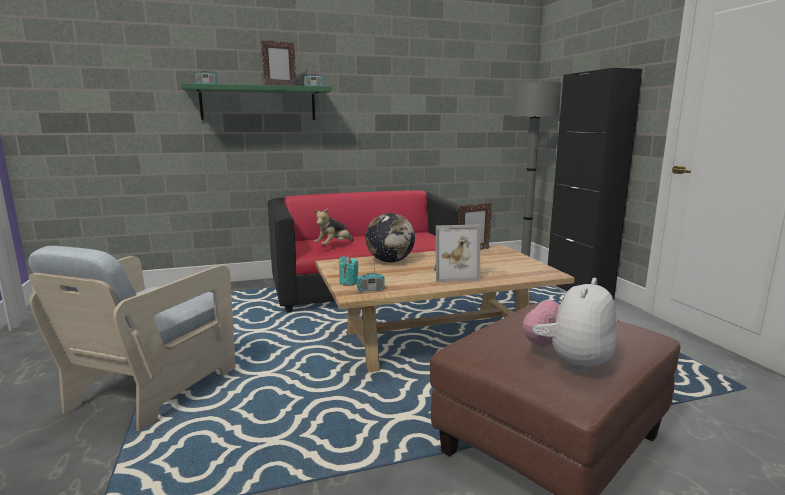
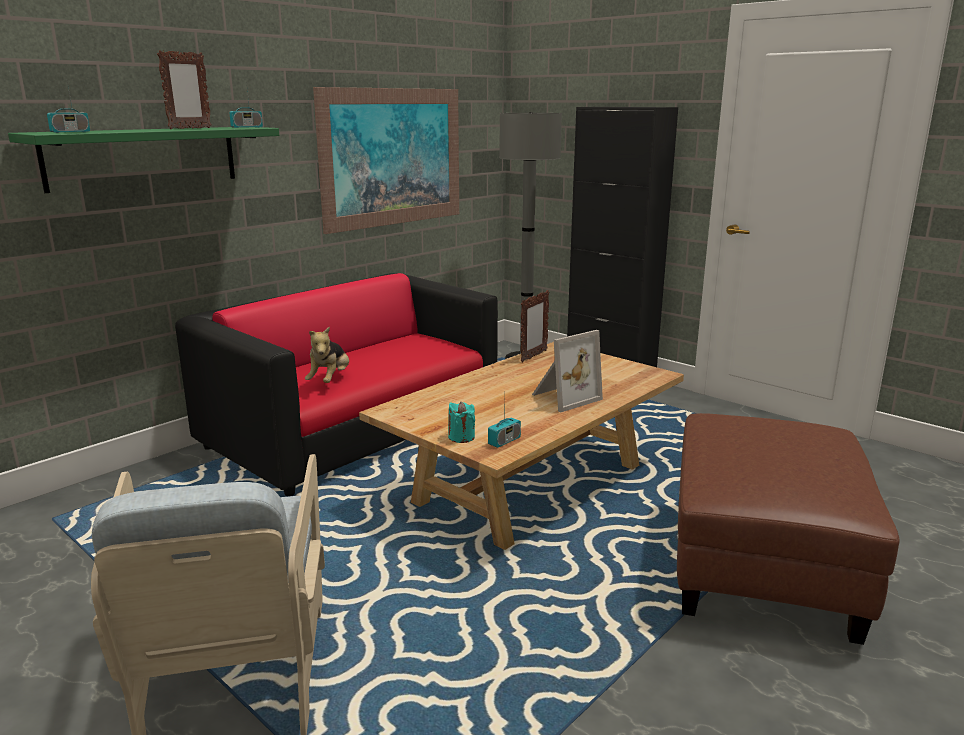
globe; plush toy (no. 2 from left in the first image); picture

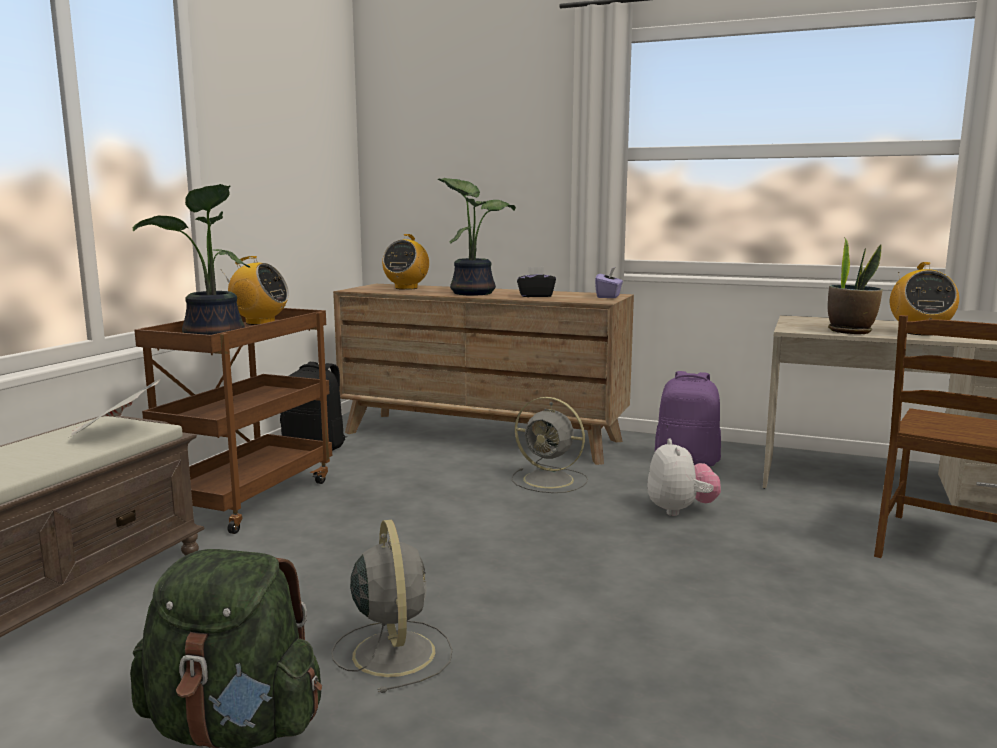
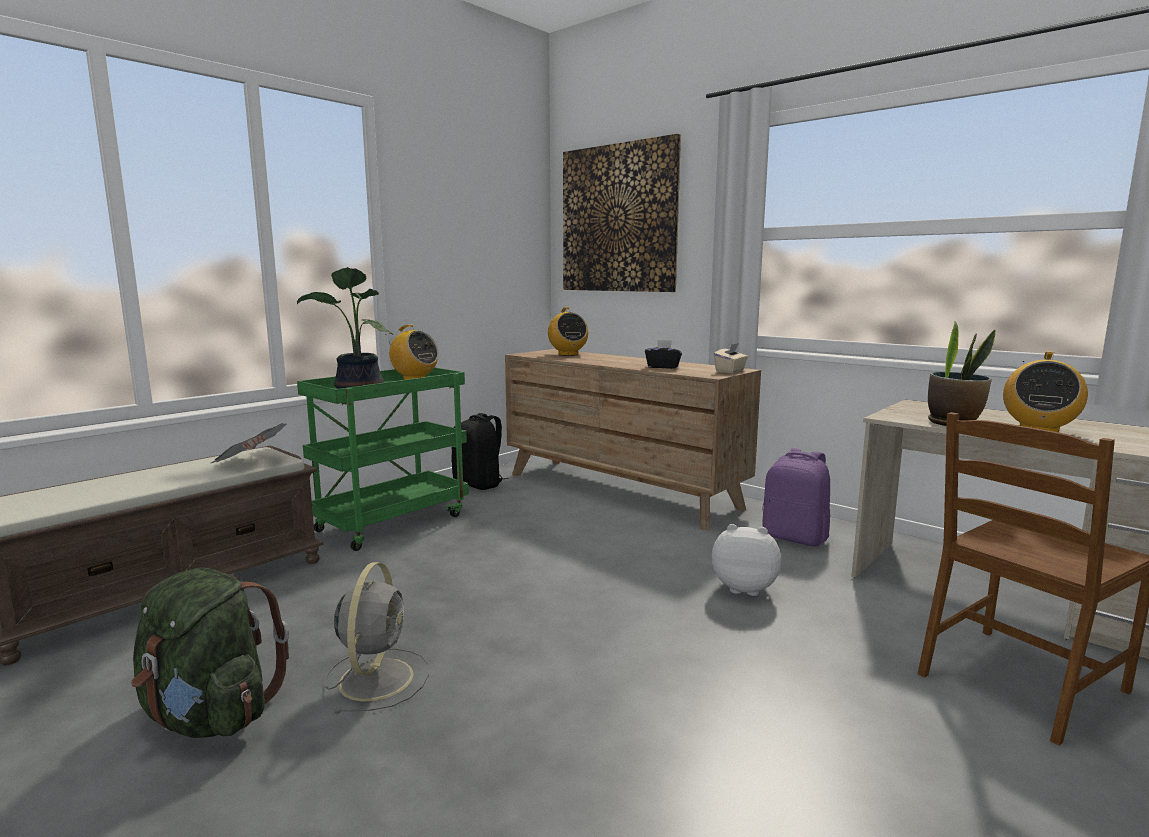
potted plant (no. 2 from left in the first image); radio (no. 2 from left); tissue box/beige; cart/green; fan/grey (no. 2 from left in the first image); plush toy; picture

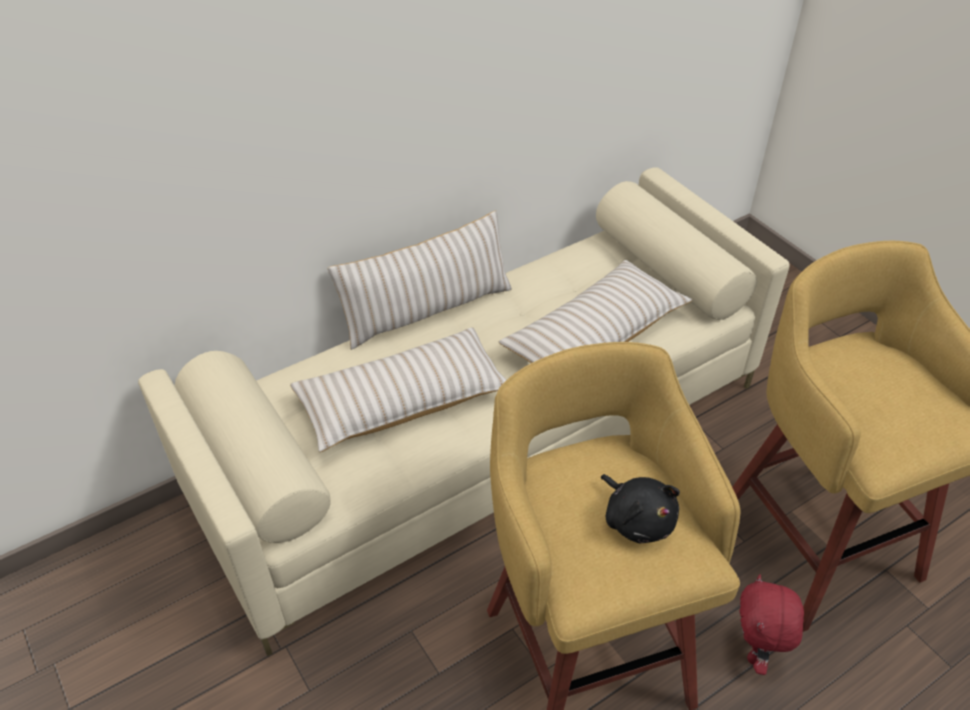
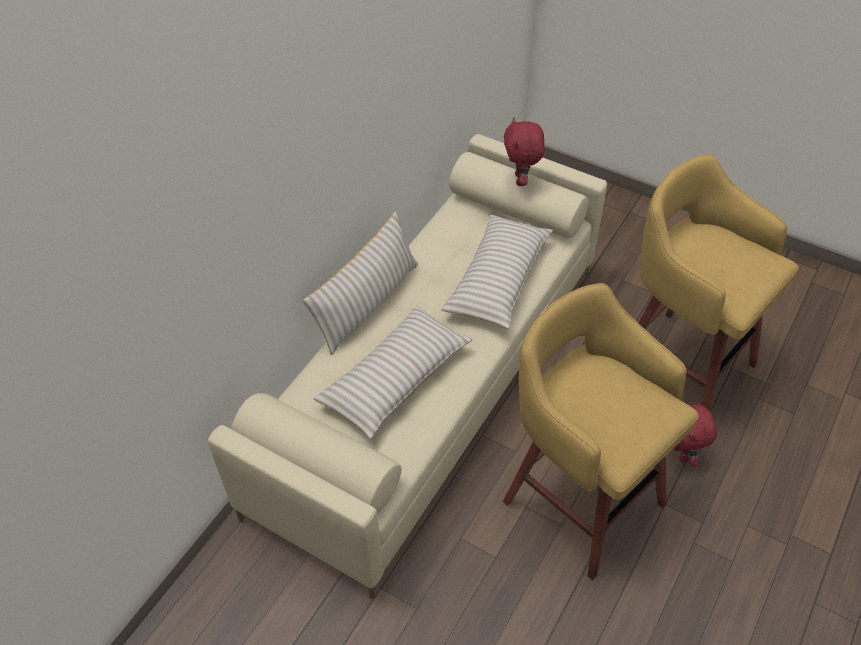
plush toy/black; plush toy/red (no. 1 from left)

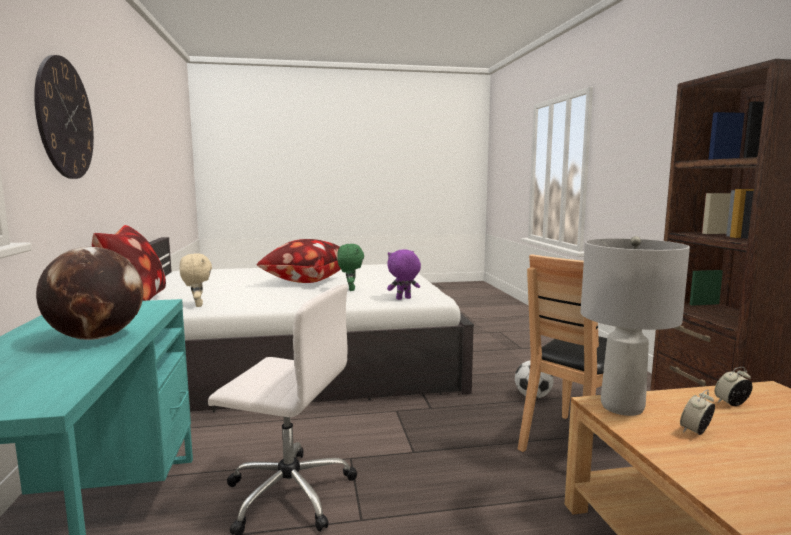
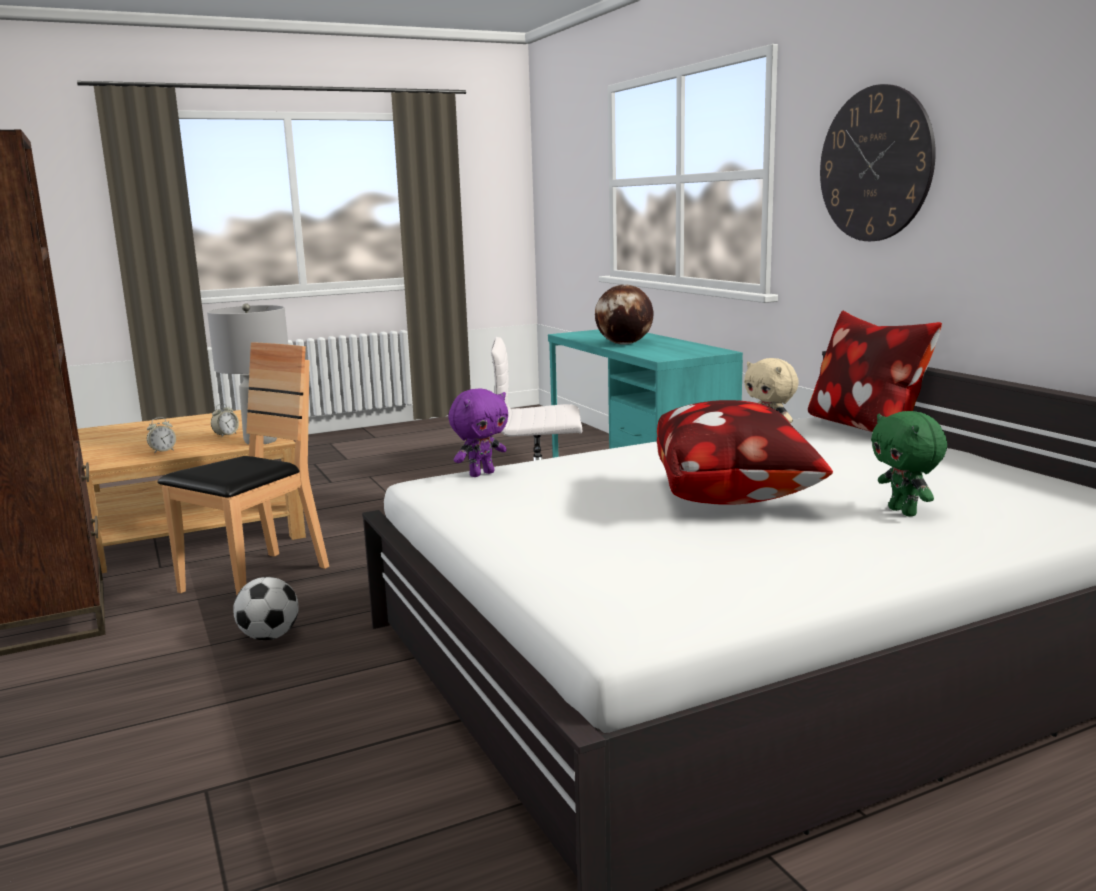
plush toy/green

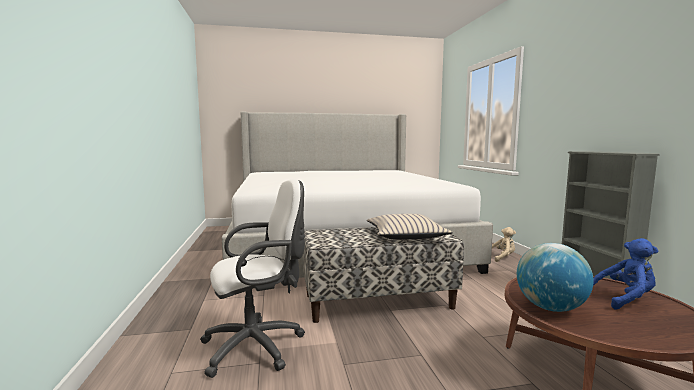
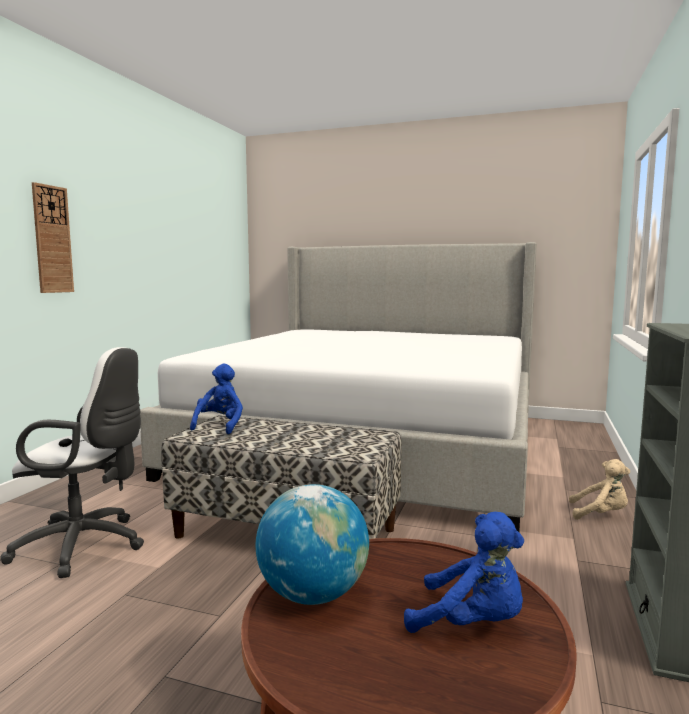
pillow/beige; wall clock; plush toy/blue (no. 1 from left)

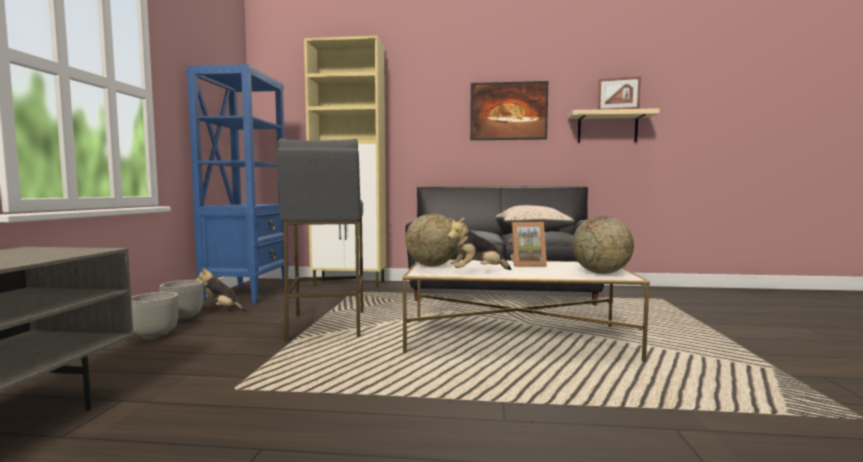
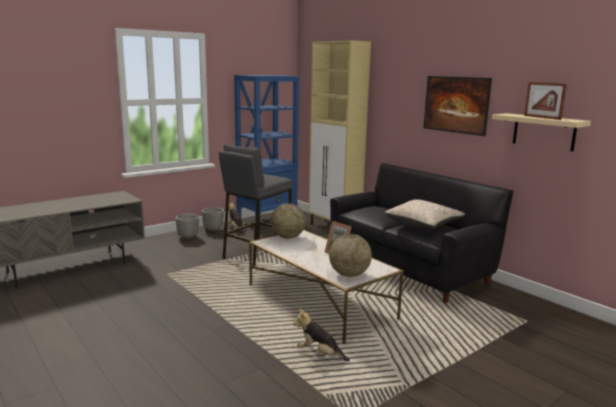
plush toy (no. 2 from left)

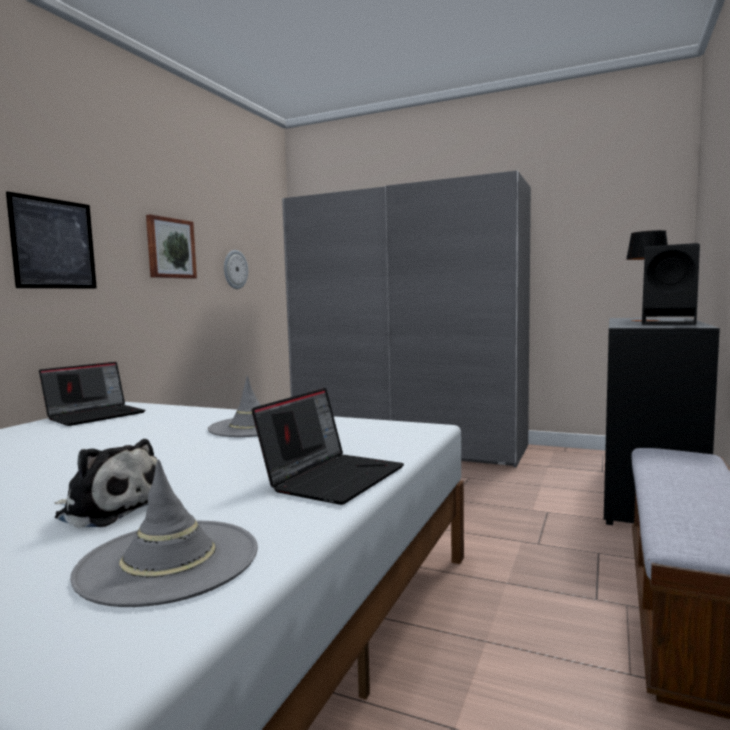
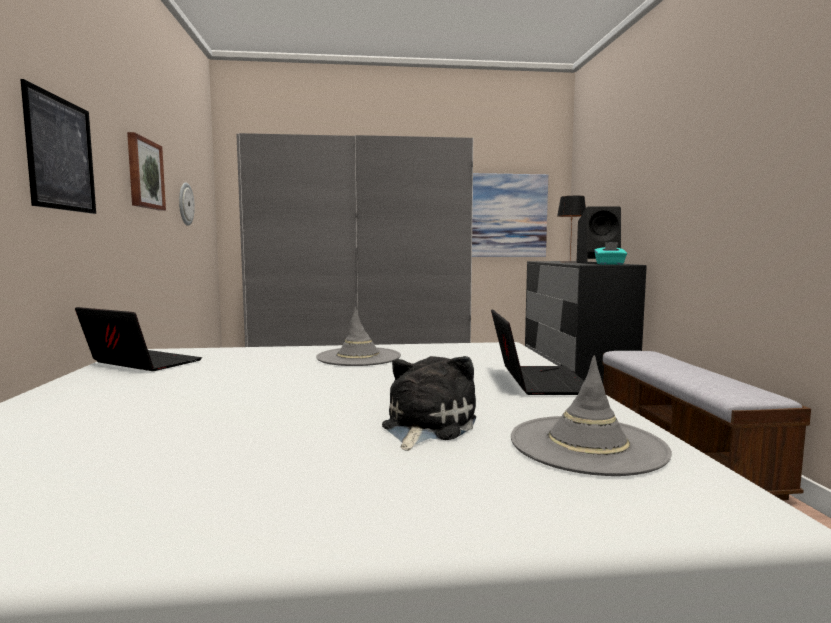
laptop (no. 1 from left); plush toy; picture (no. 3 from left); tissue box/turquoise

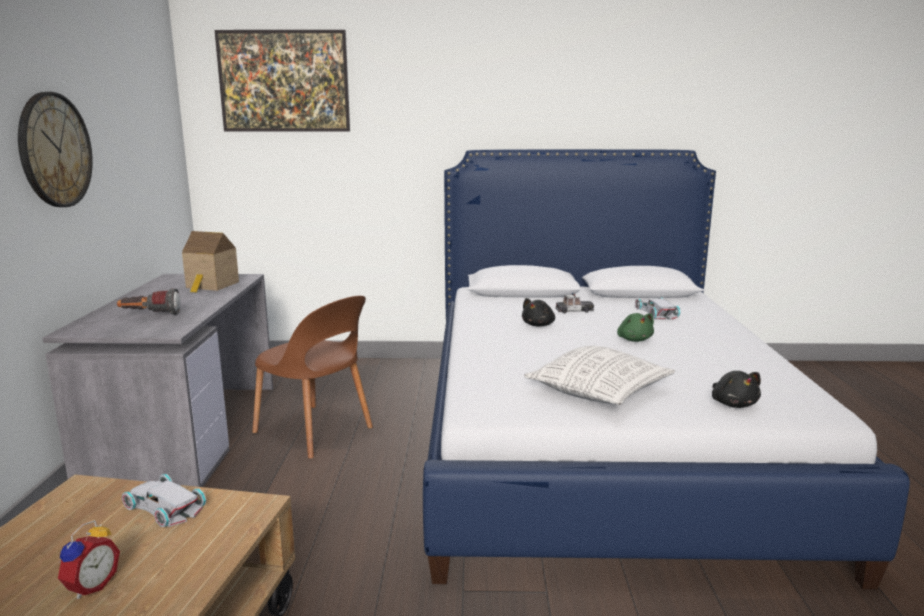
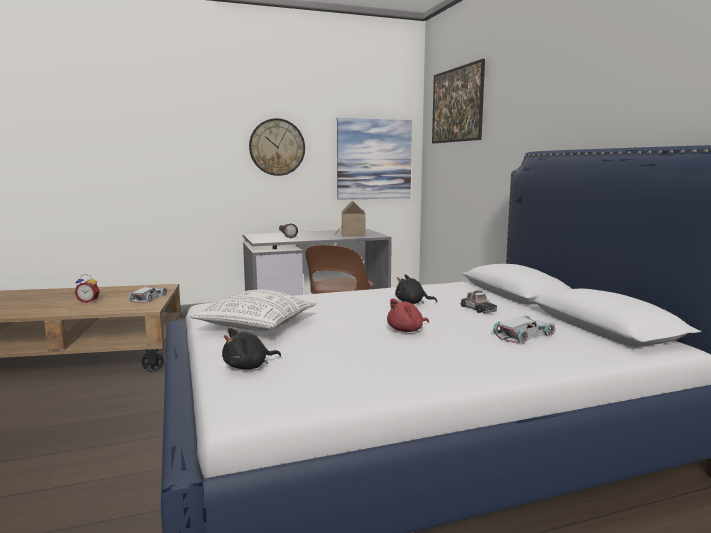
plush toy/red; picture (no. 1 from left)

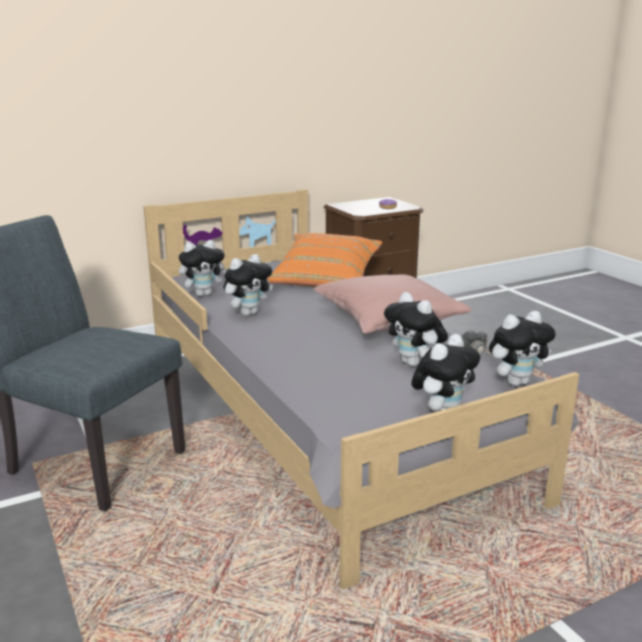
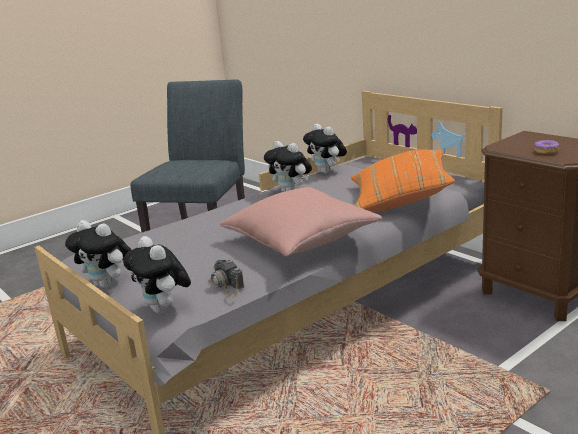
plush toy (no. 3 from left in the first image)

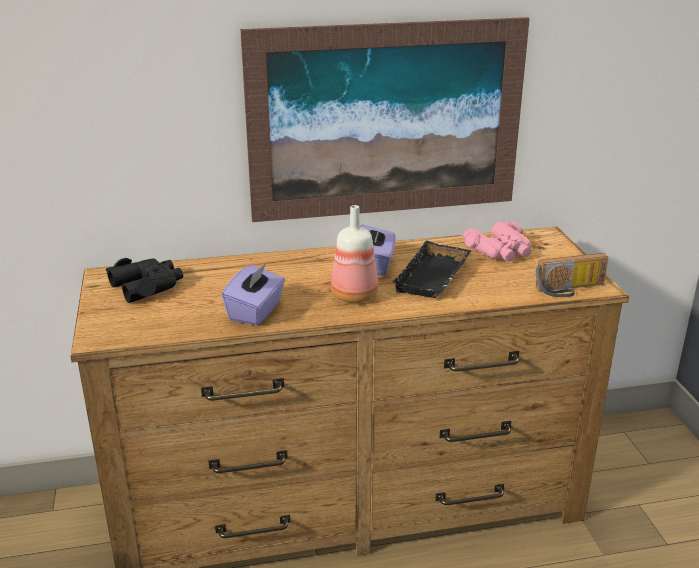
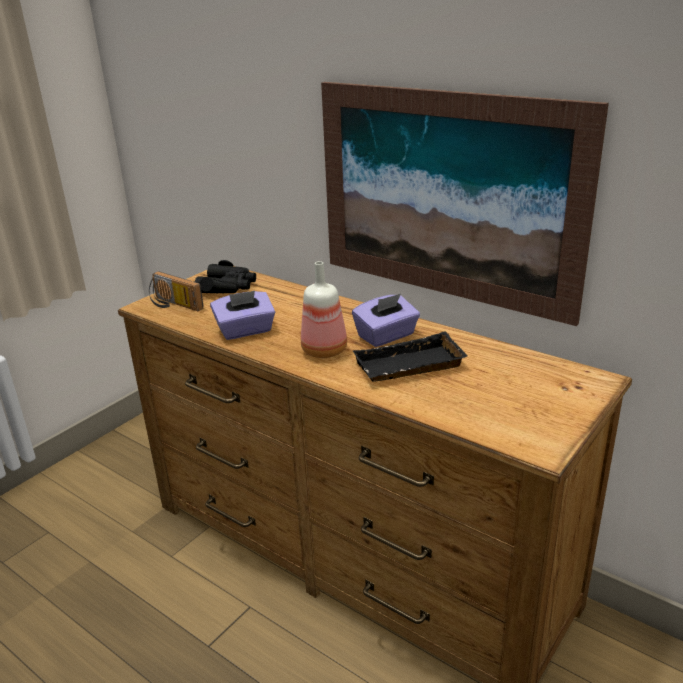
binoculars/pink; radio

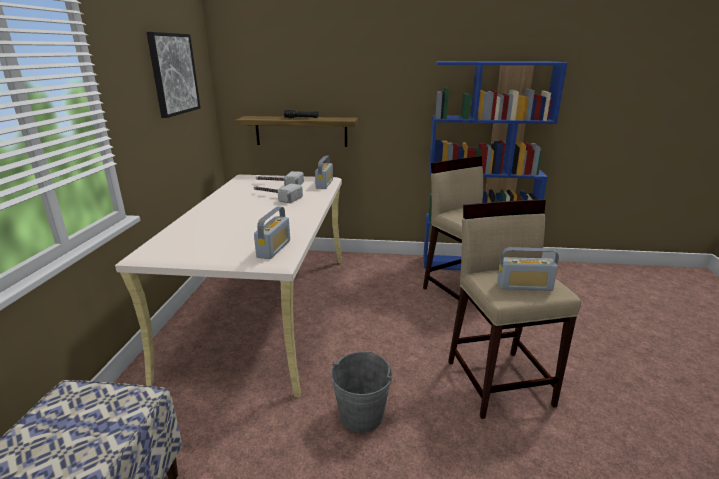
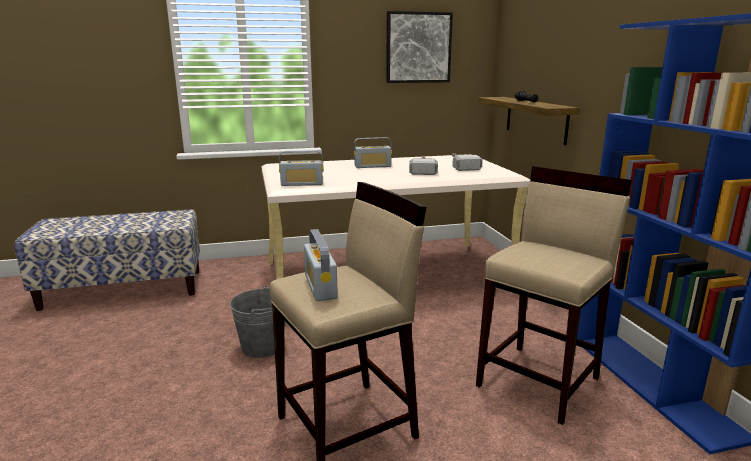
radio (no. 3 from left)

